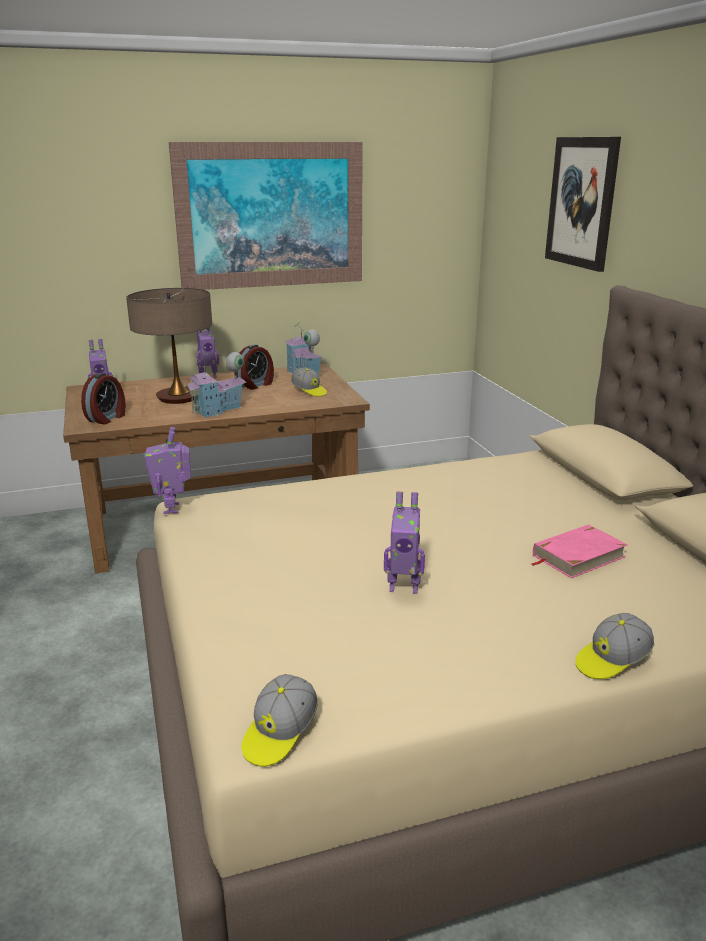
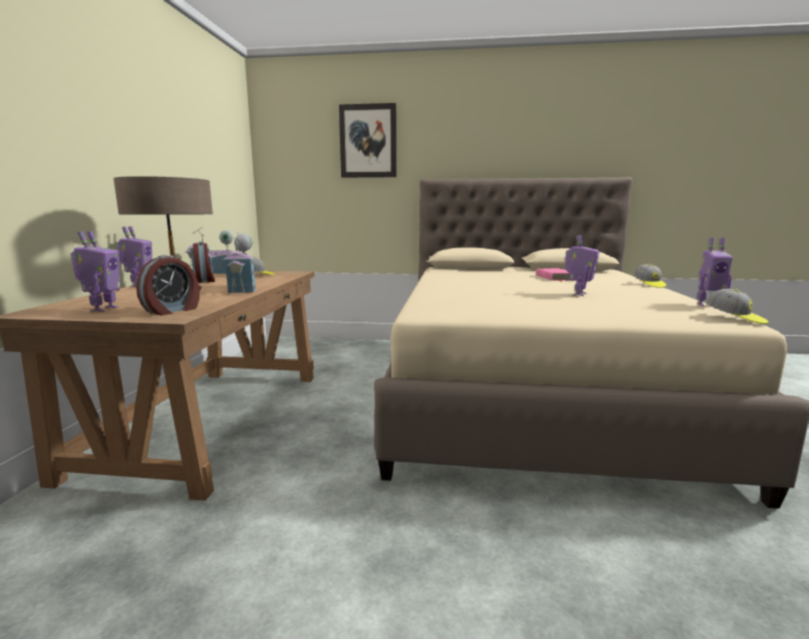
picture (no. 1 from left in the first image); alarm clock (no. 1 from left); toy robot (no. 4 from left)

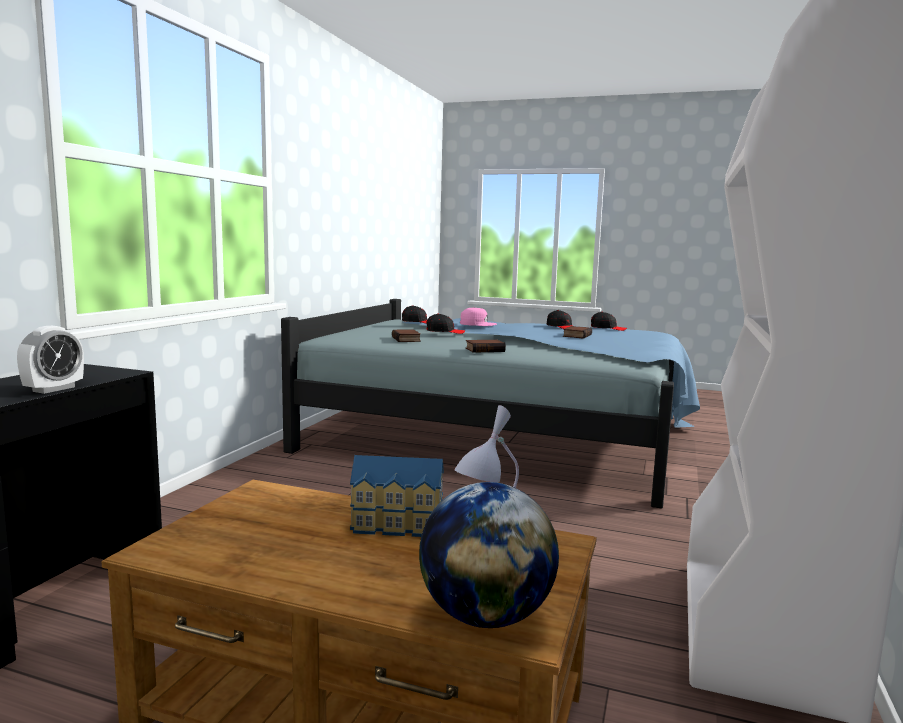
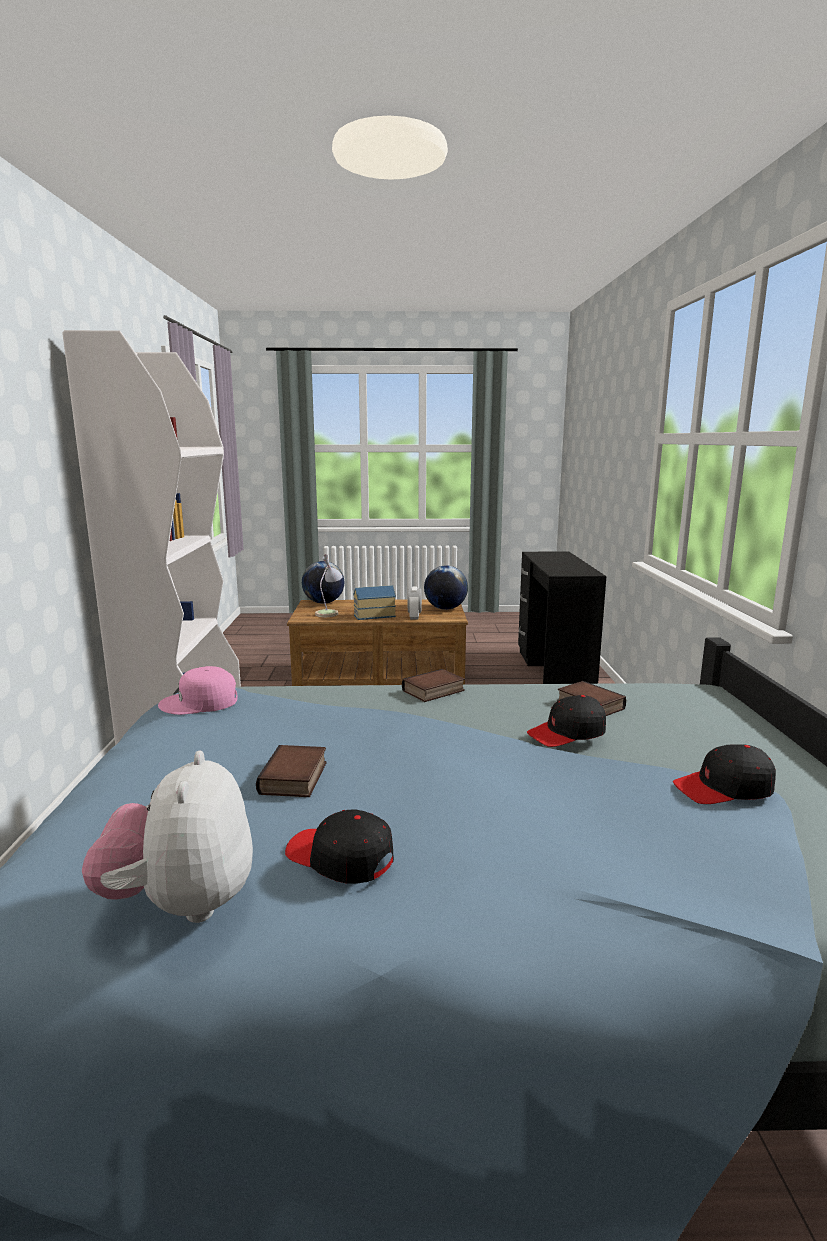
cap/pink; plush toy; alarm clock; globe (no. 2 from left)

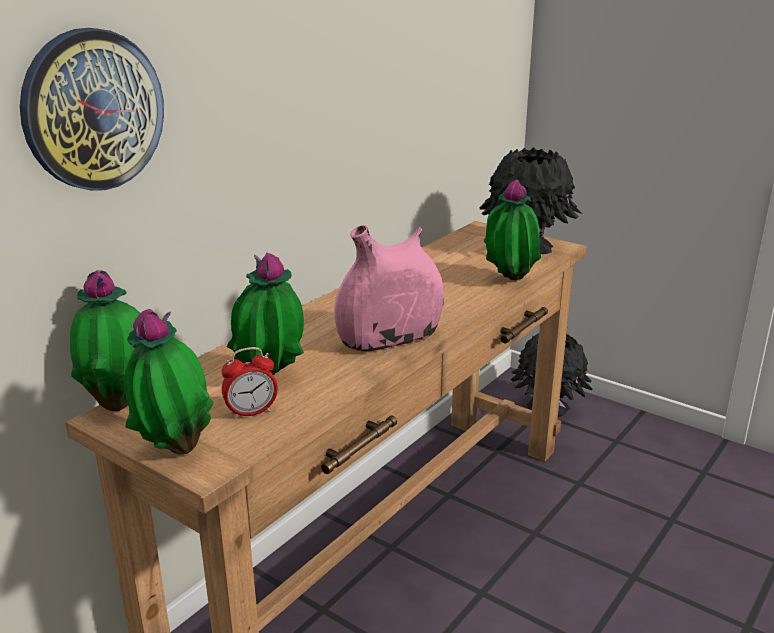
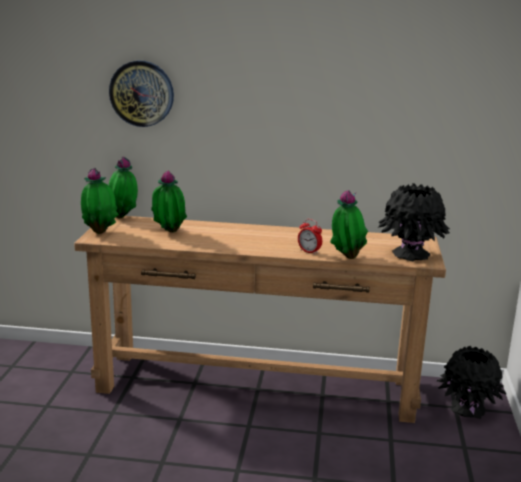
vase/pink; alarm clock

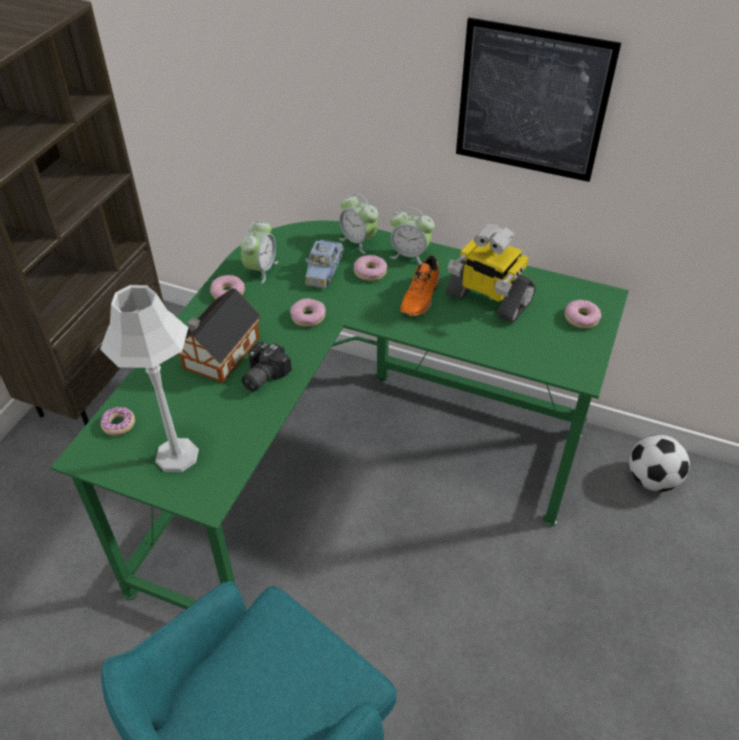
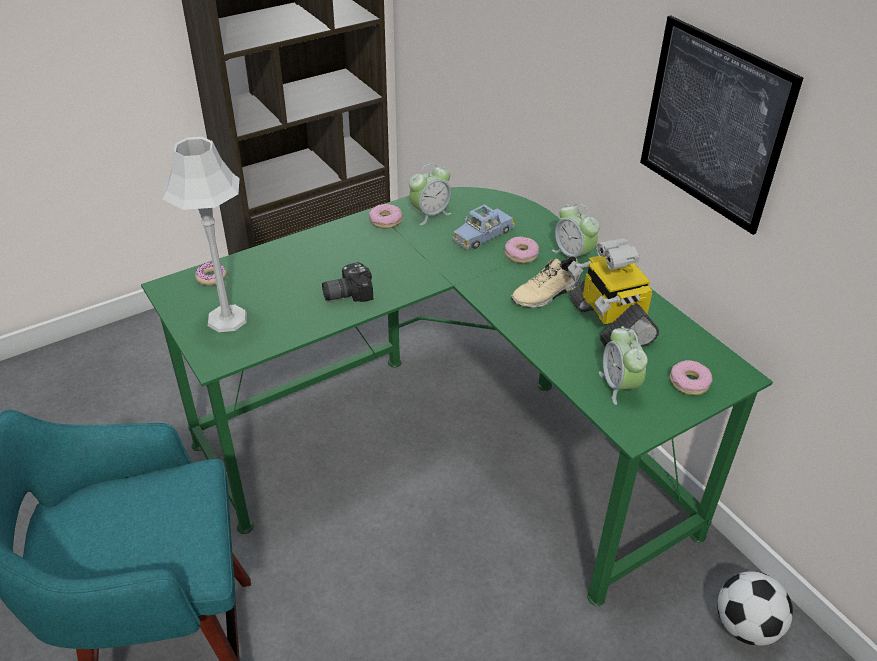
alarm clock (no. 3 from left); shoe/beige; toy house; donut (no. 3 from left in the first image)

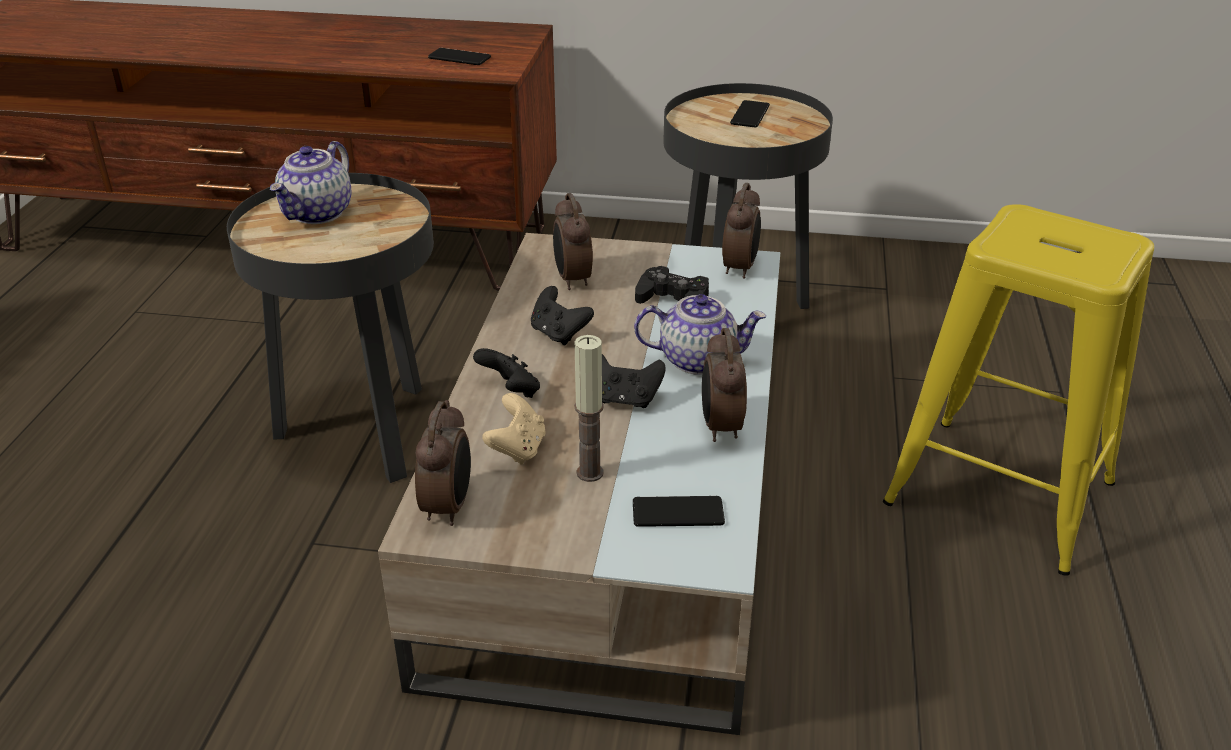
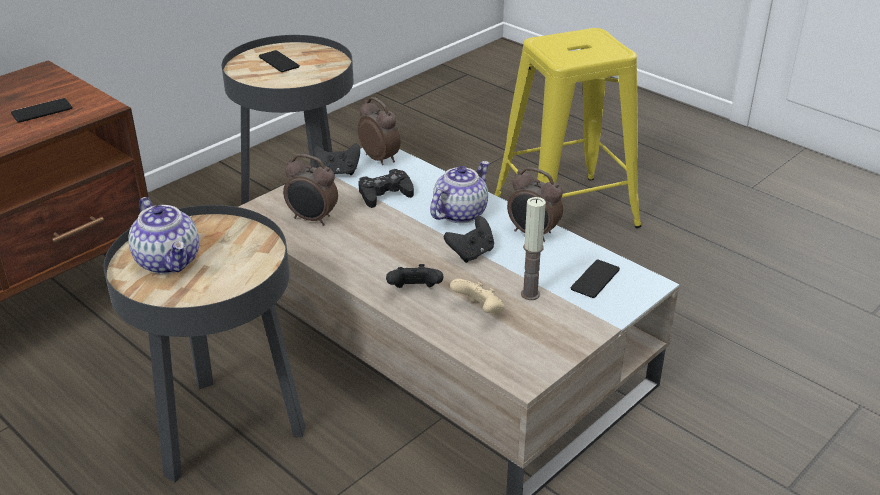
game controller/black (no. 1 from left); alarm clock (no. 1 from left in the first image)

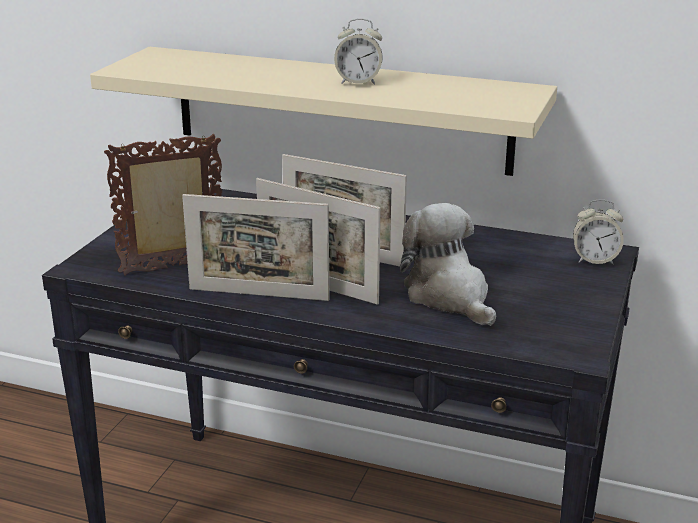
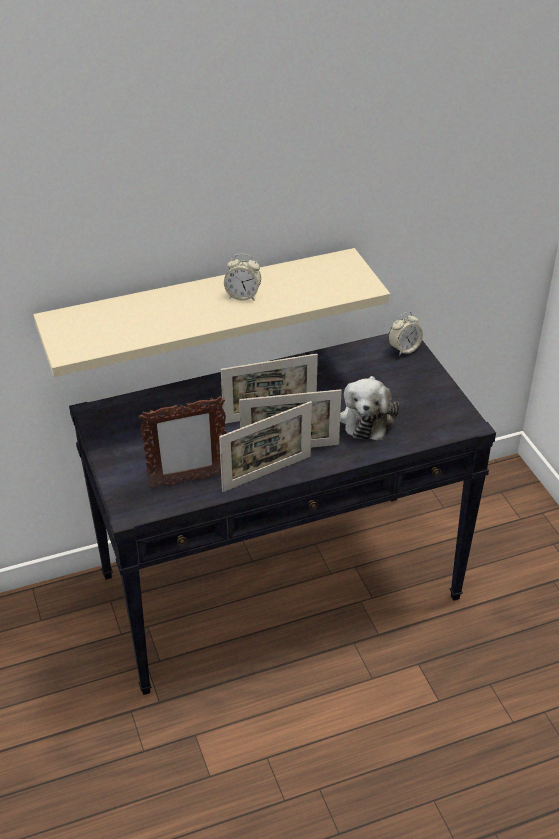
alarm clock (no. 1 from left); picture frame (no. 1 from left); plush toy

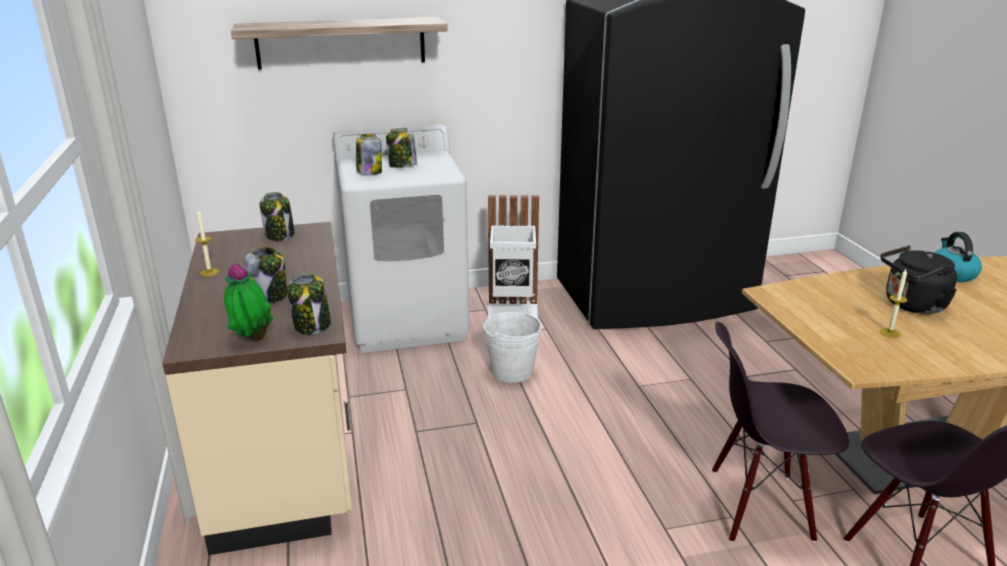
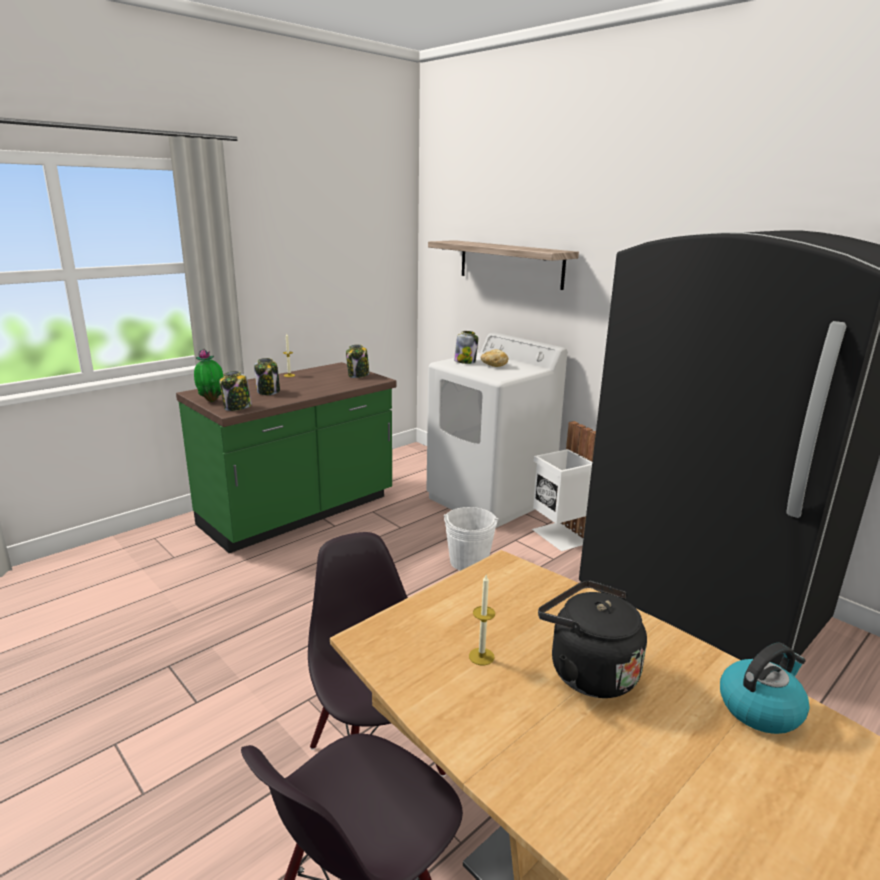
bread; counter/green

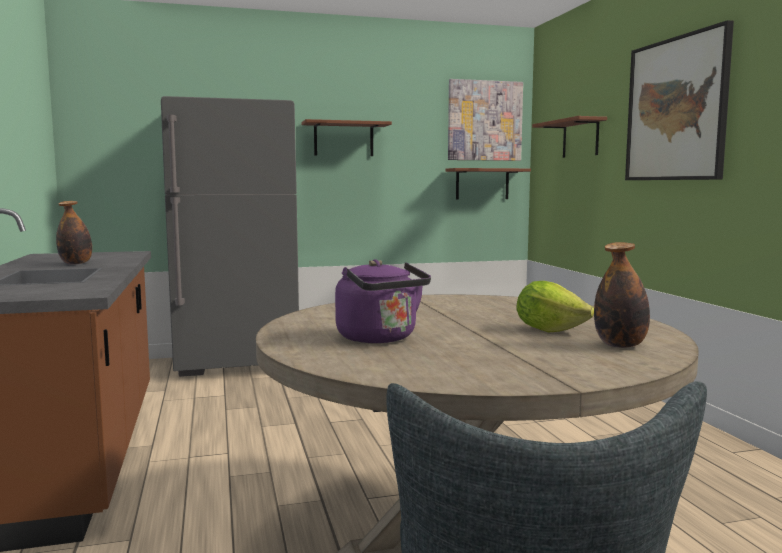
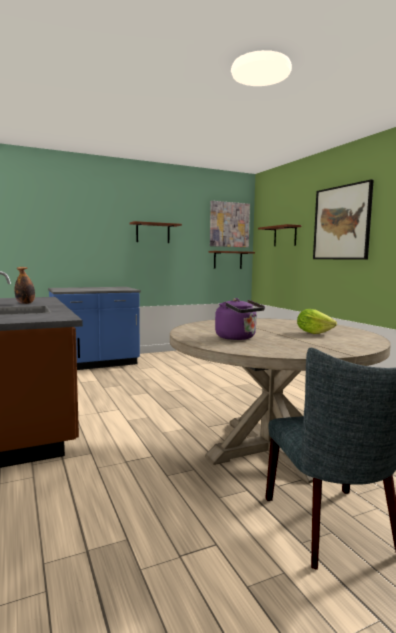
counter/blue; bottle (no. 2 from left in the first image)

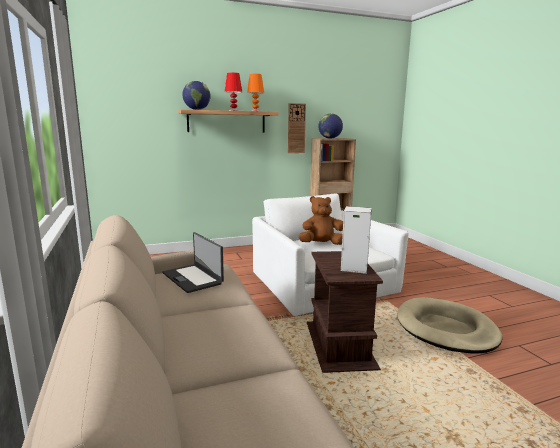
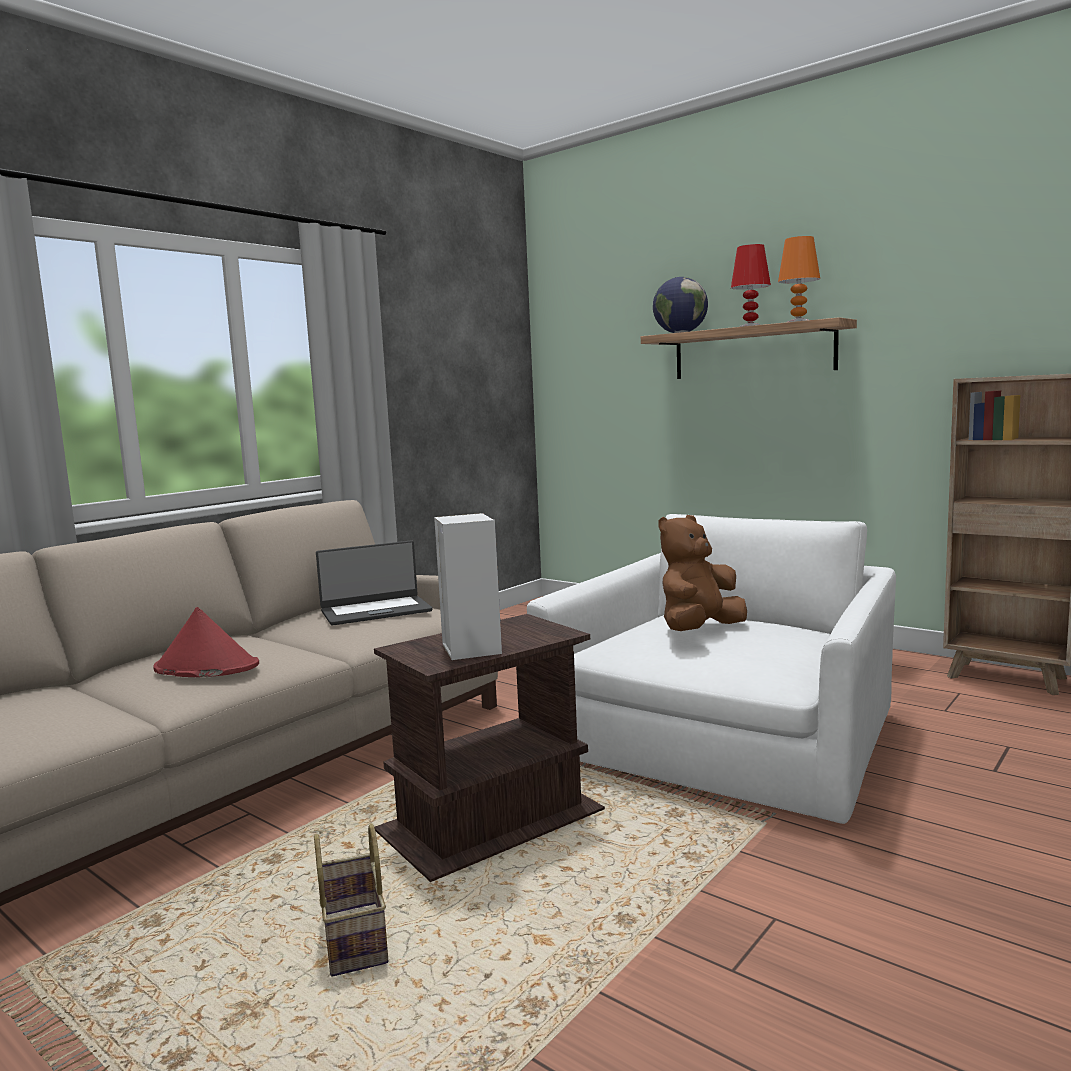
wall clock; globe (no. 2 from left in the first image); plush toy/brown; laptop; dog bed/beige; hat/red; basket

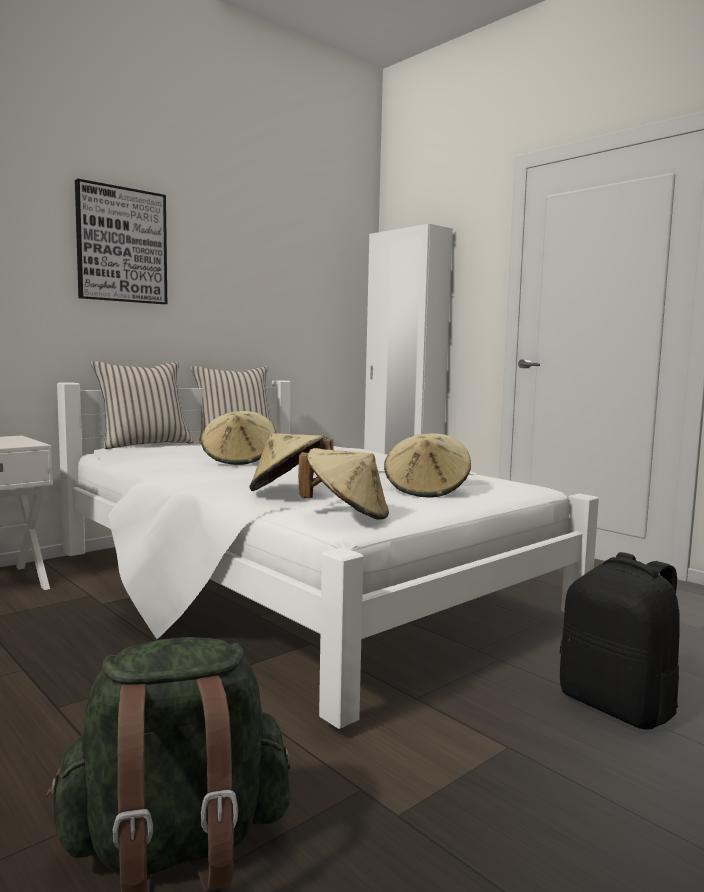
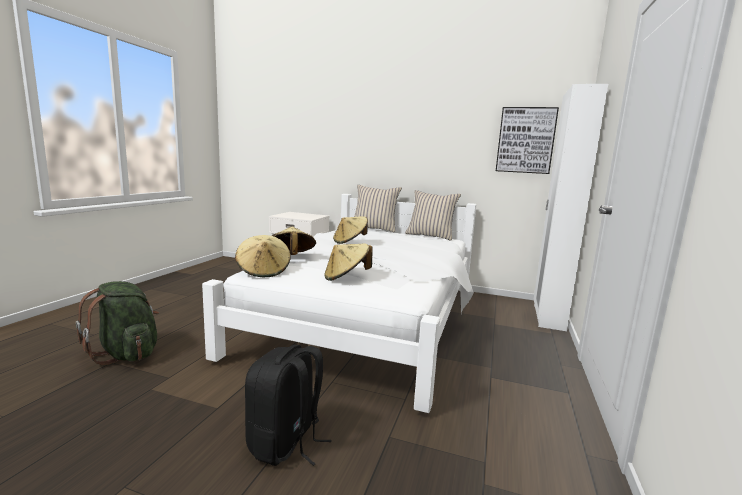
picture

